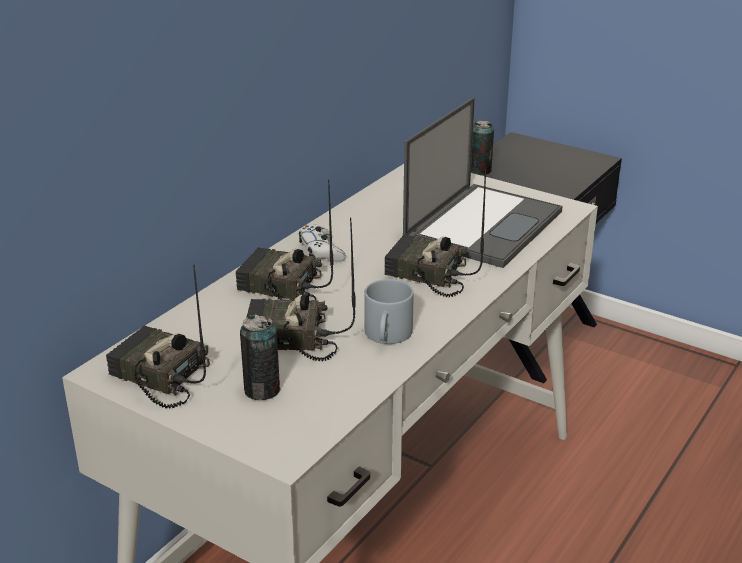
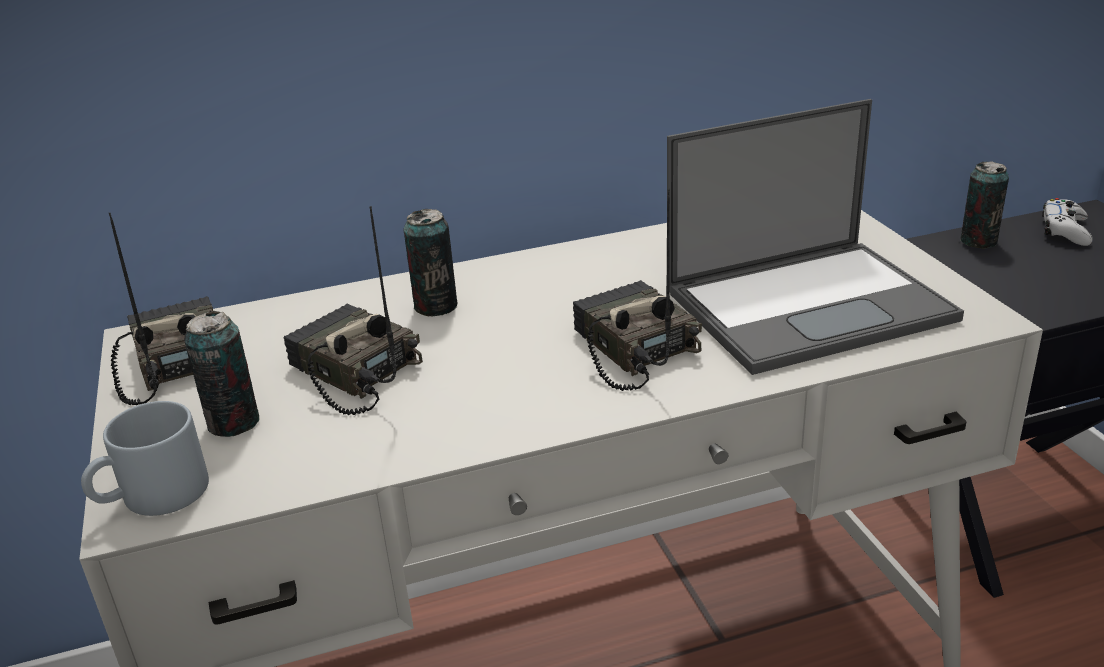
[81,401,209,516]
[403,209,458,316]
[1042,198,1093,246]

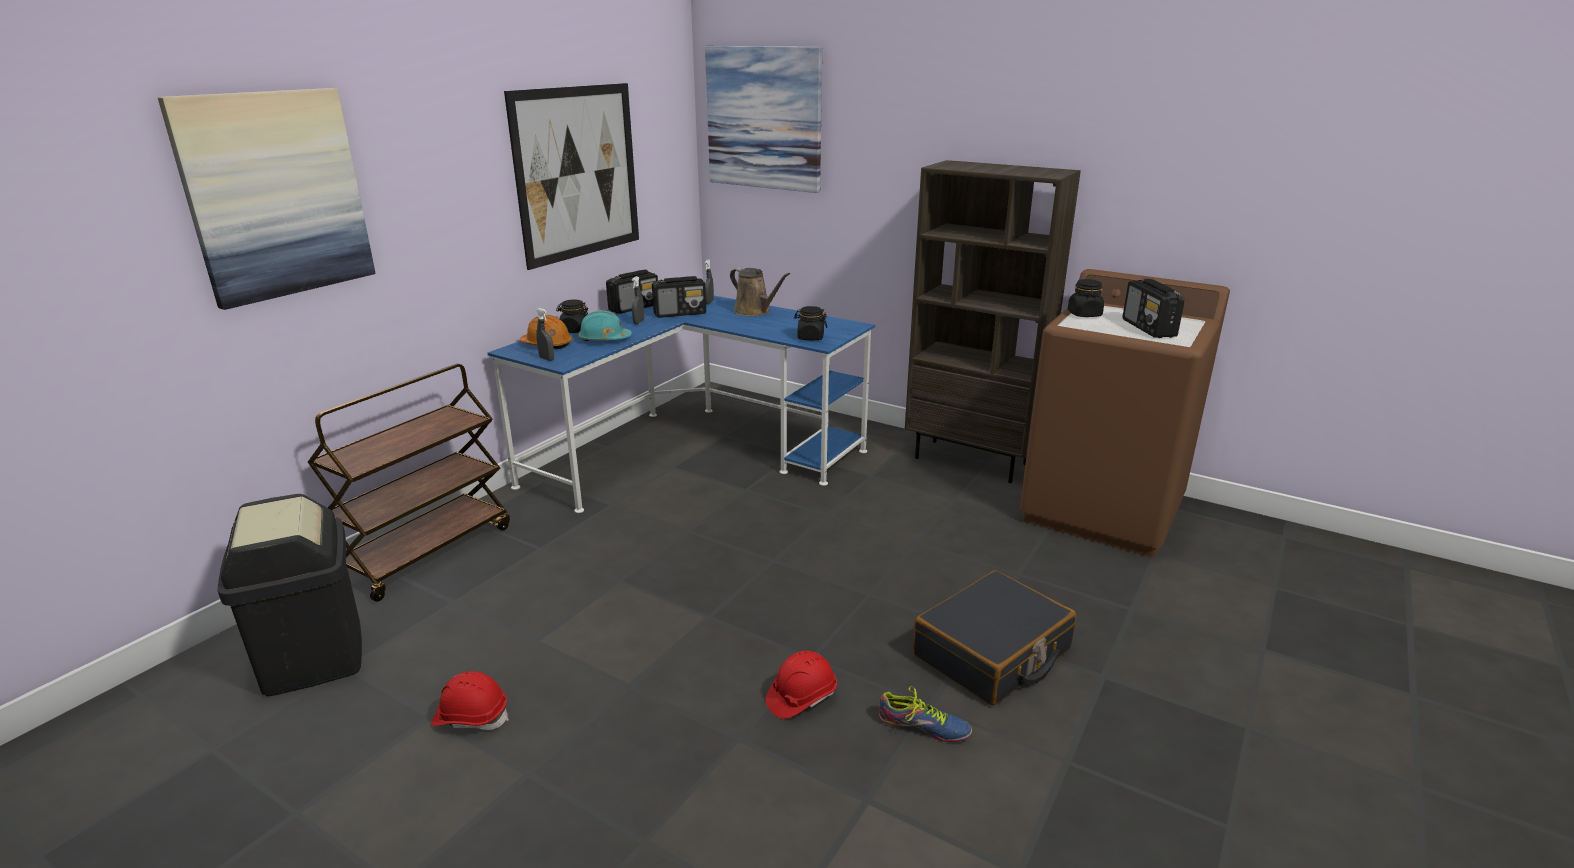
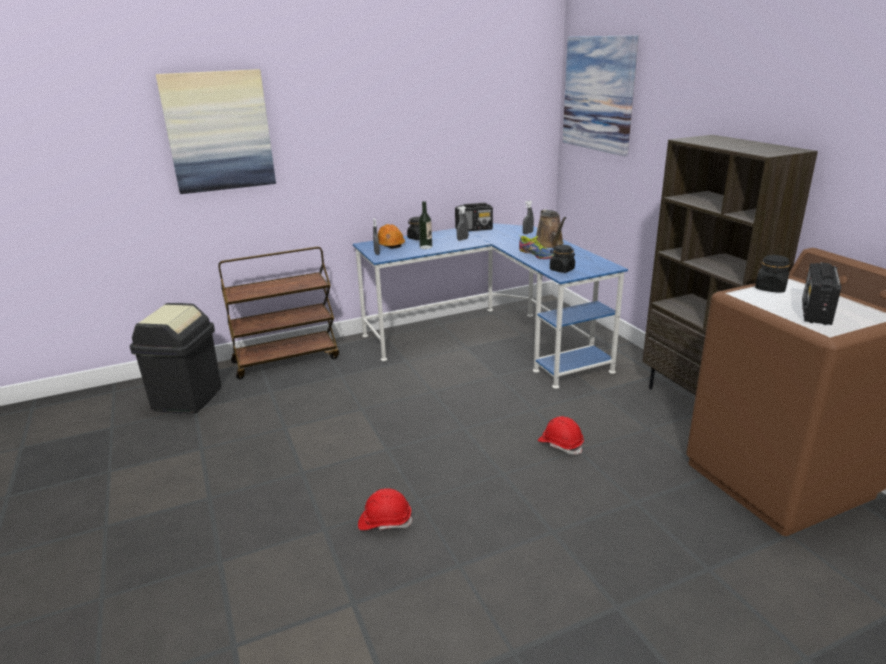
[419,201,432,249]
[519,236,554,259]
[538,416,584,455]
[504,83,639,270] (first image)
[652,276,706,318] (first image)
[913,570,1076,705] (first image)

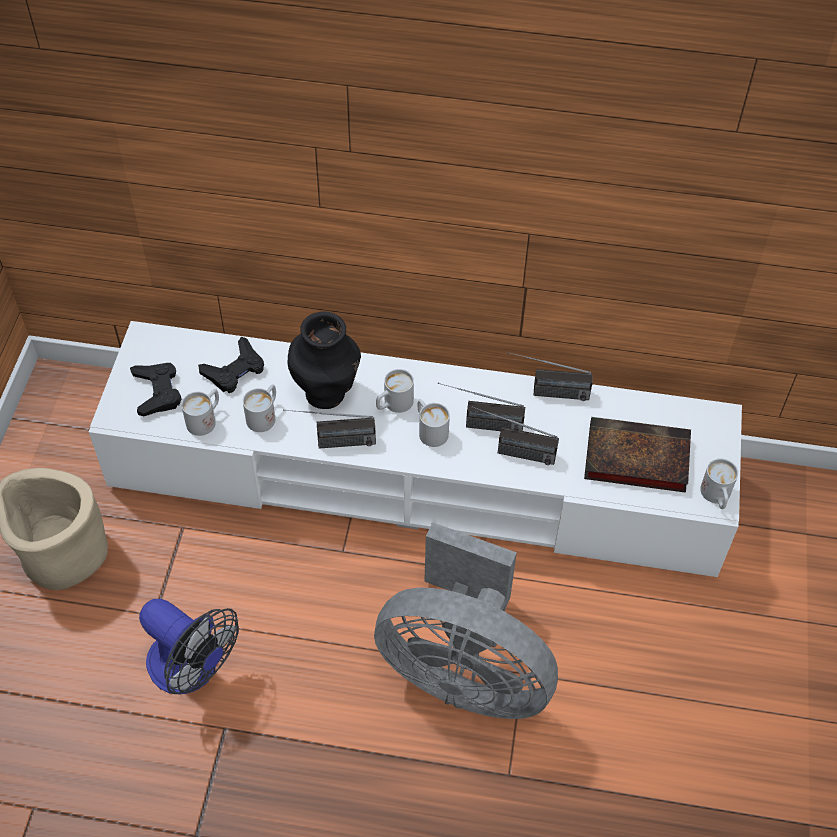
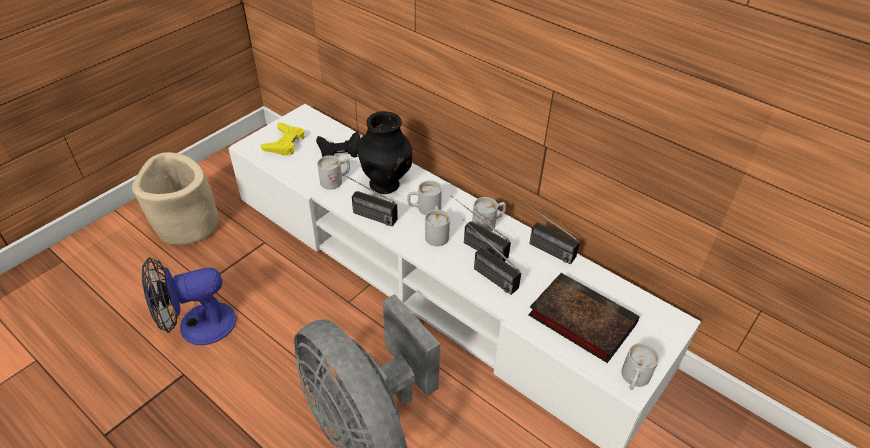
[142,257,236,345]
[261,123,305,155]
[472,197,506,232]

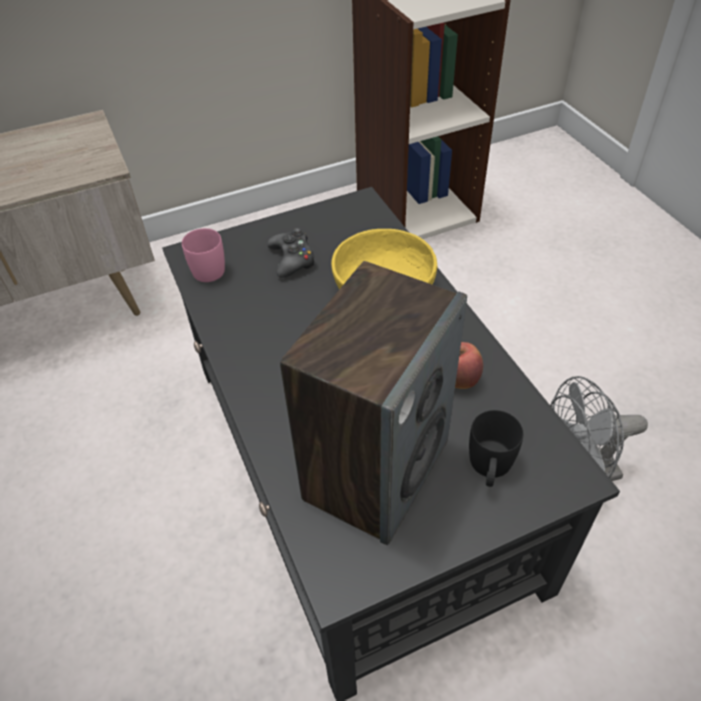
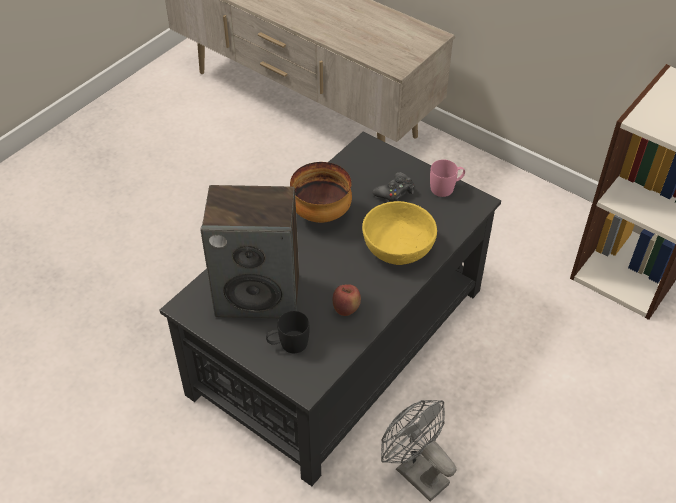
[290,162,352,223]
[430,160,465,197]

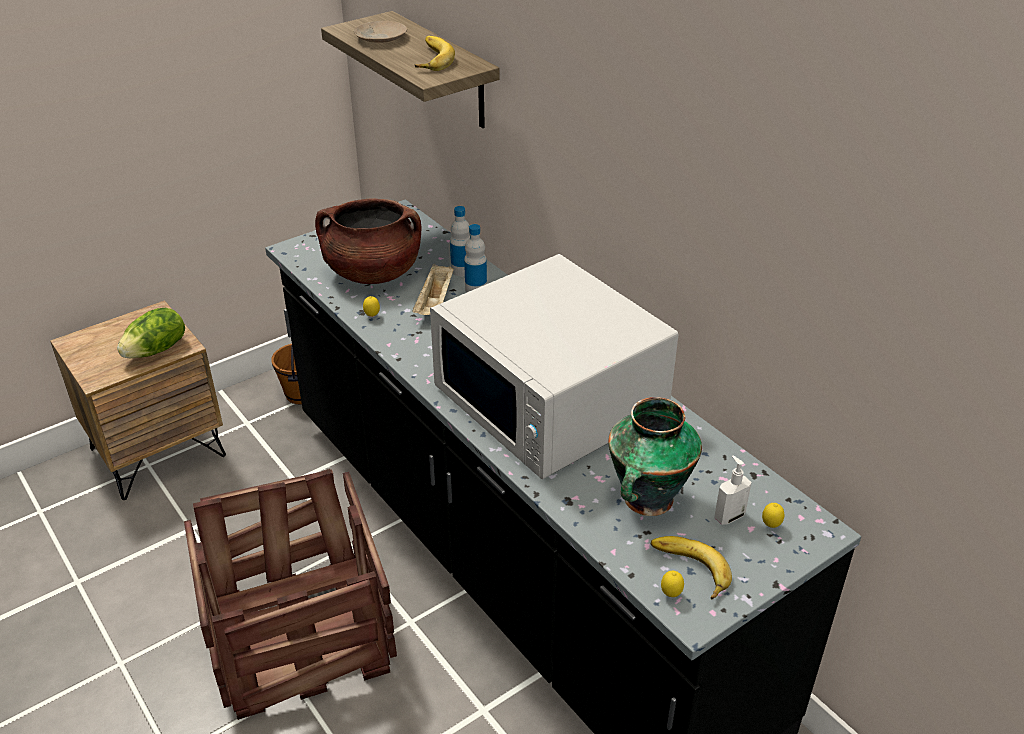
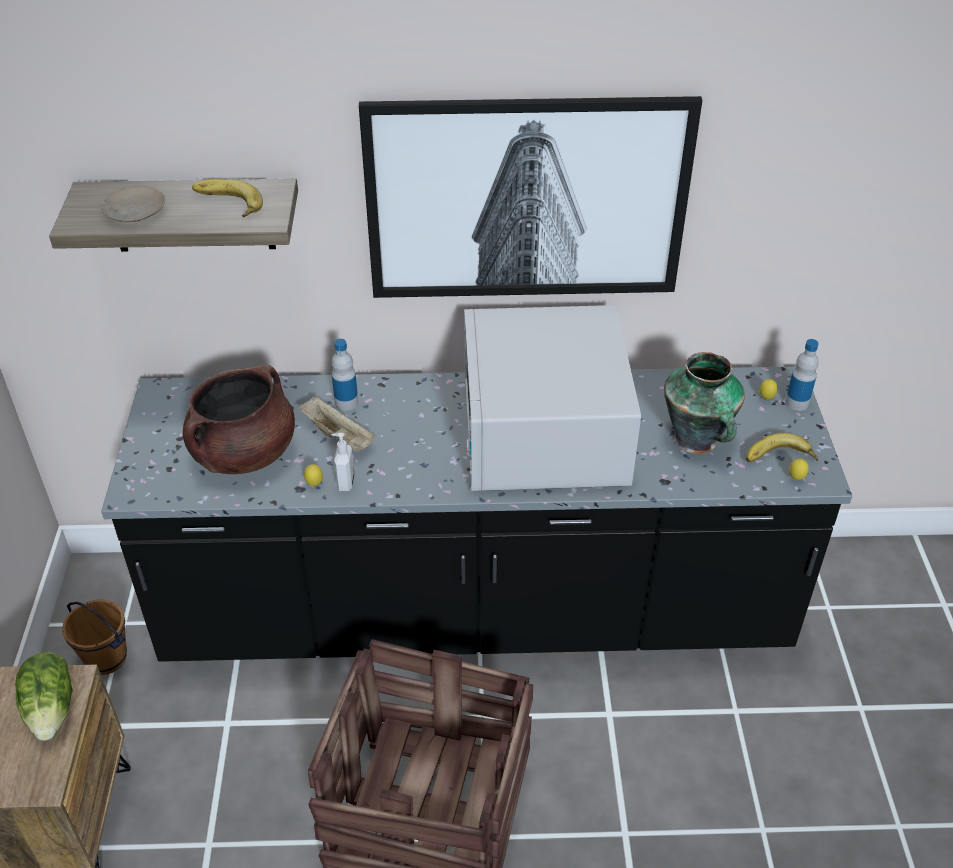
[331,433,355,491]
[359,96,702,298]
[464,305,641,491]
[785,339,819,411]

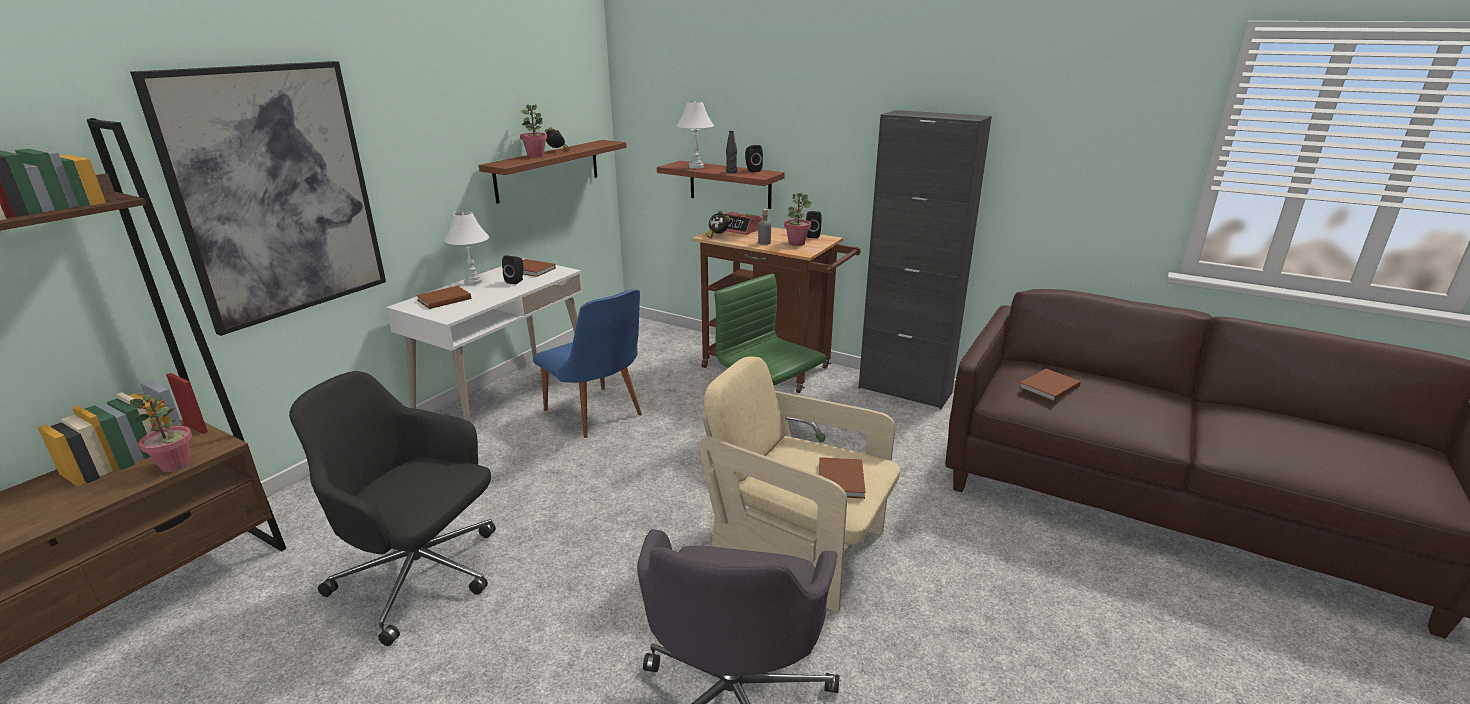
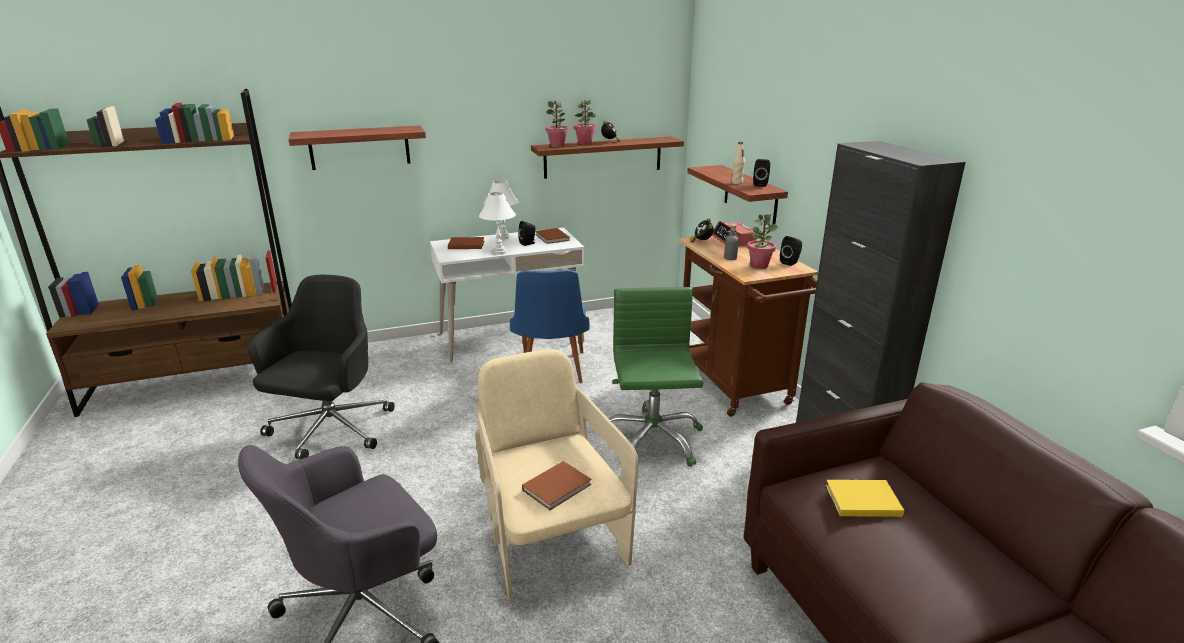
[248,275,395,459]
[288,126,426,170]
[479,192,516,255]
[546,101,569,147]
[732,142,745,184]
[826,480,904,517]

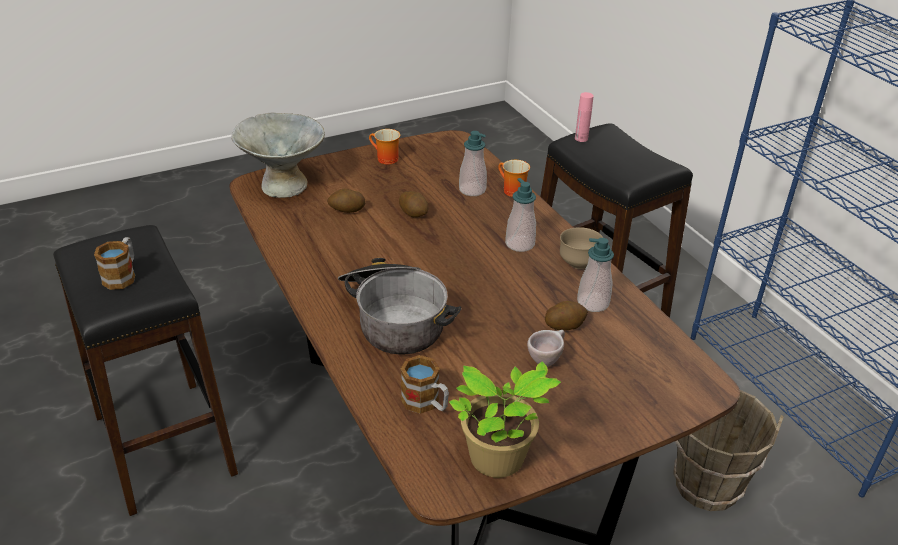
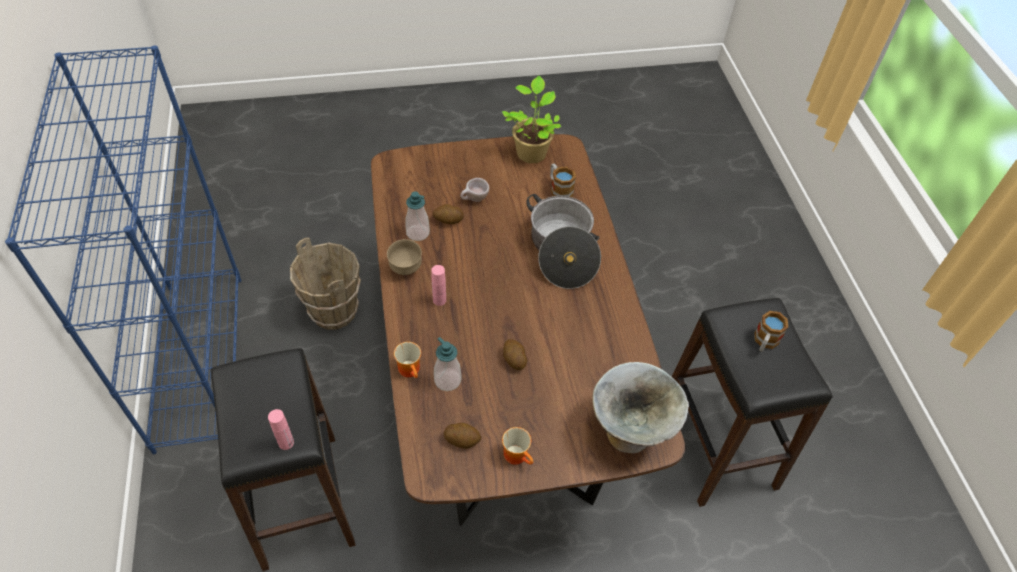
[431,265,446,306]
[444,423,481,449]

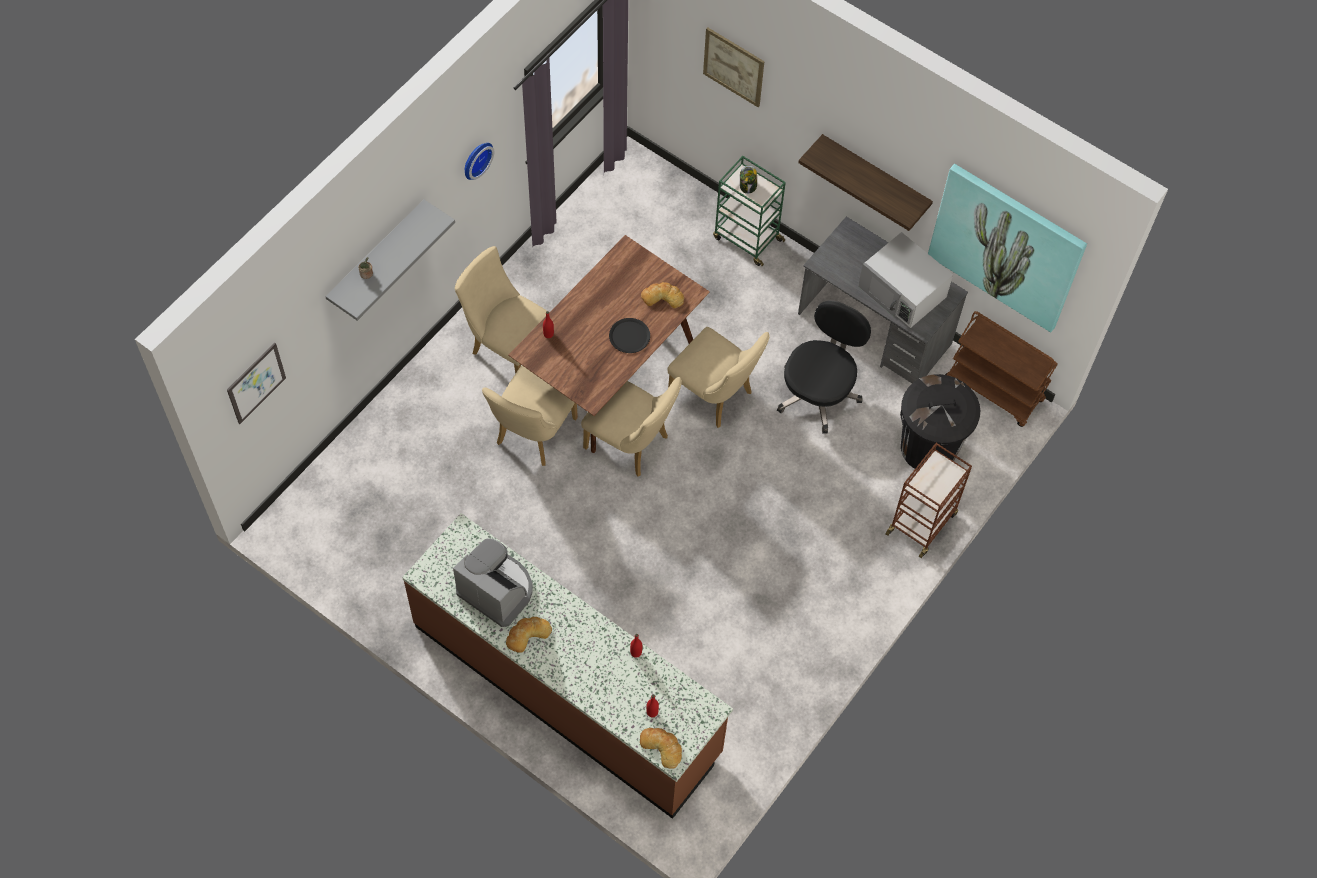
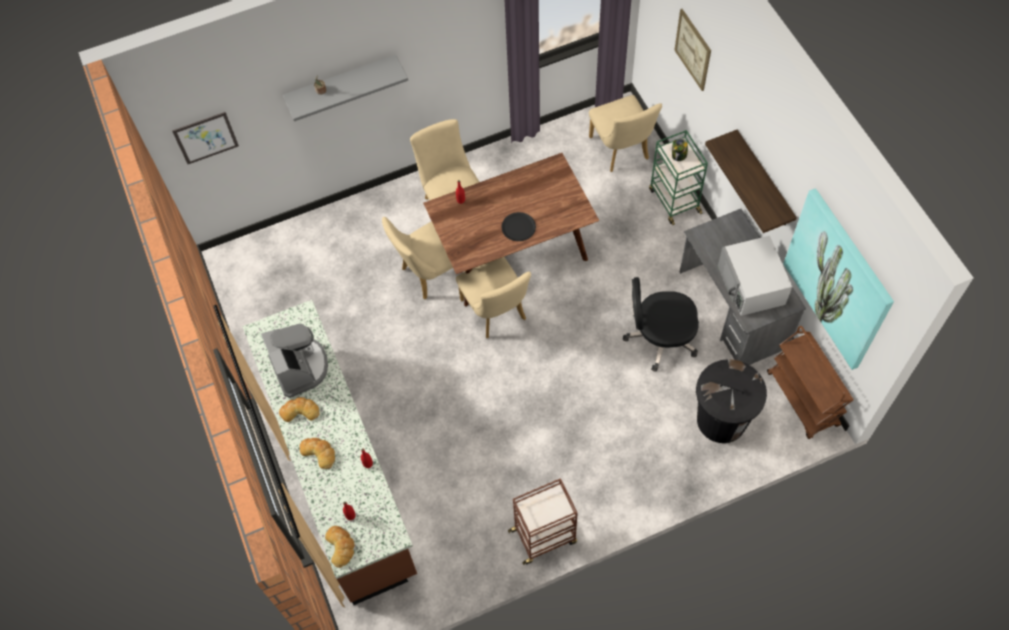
[300,438,335,469]
[508,478,578,565]
[589,95,662,172]
[623,277,699,372]
[465,143,494,180] (first image)

